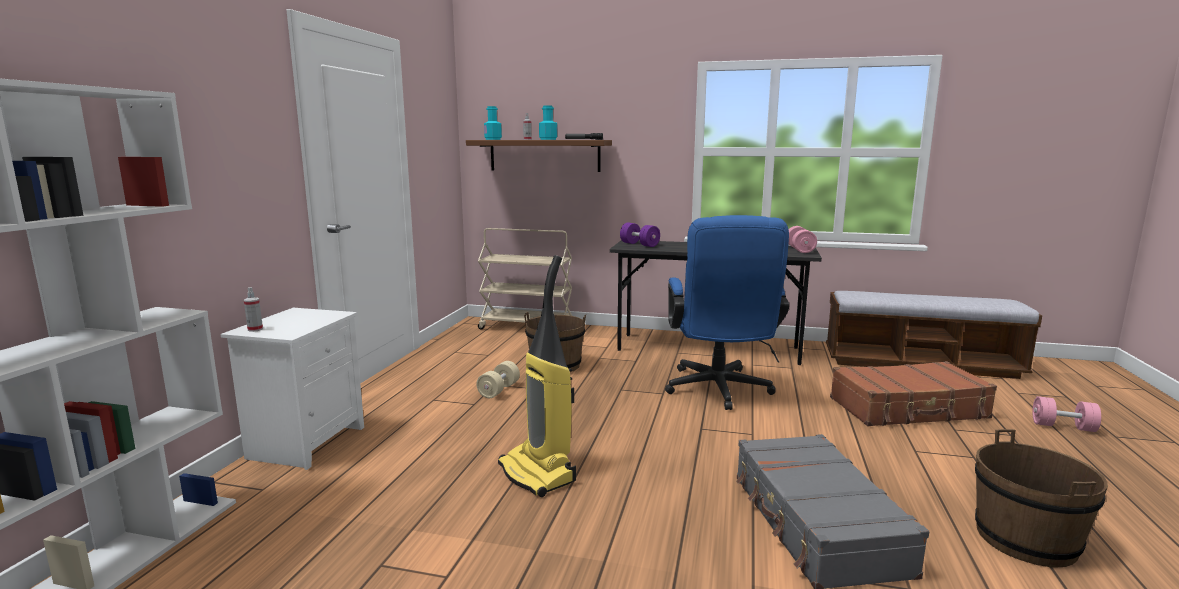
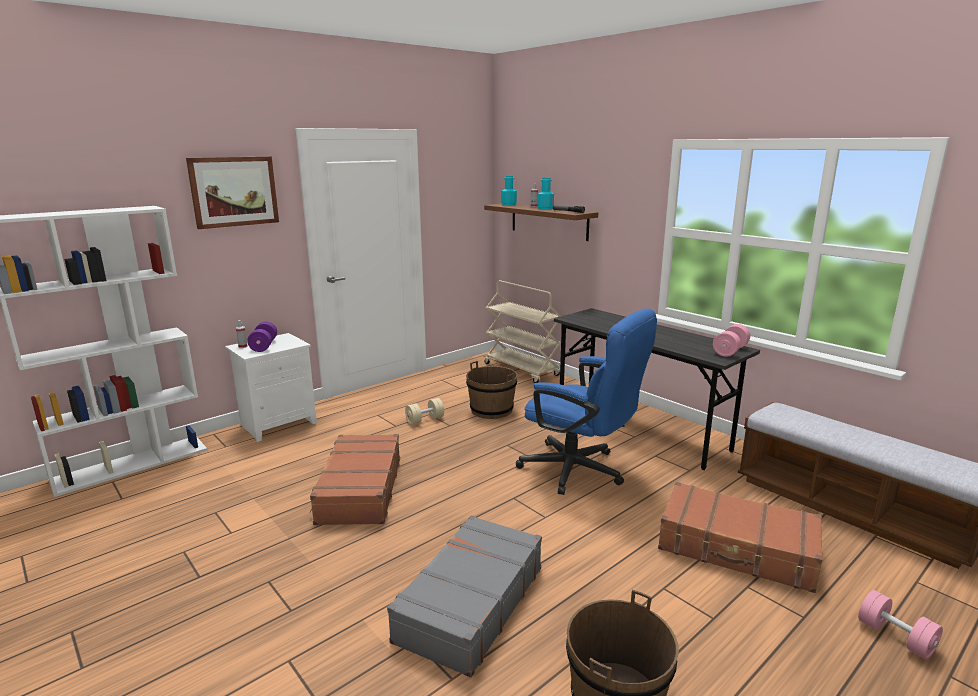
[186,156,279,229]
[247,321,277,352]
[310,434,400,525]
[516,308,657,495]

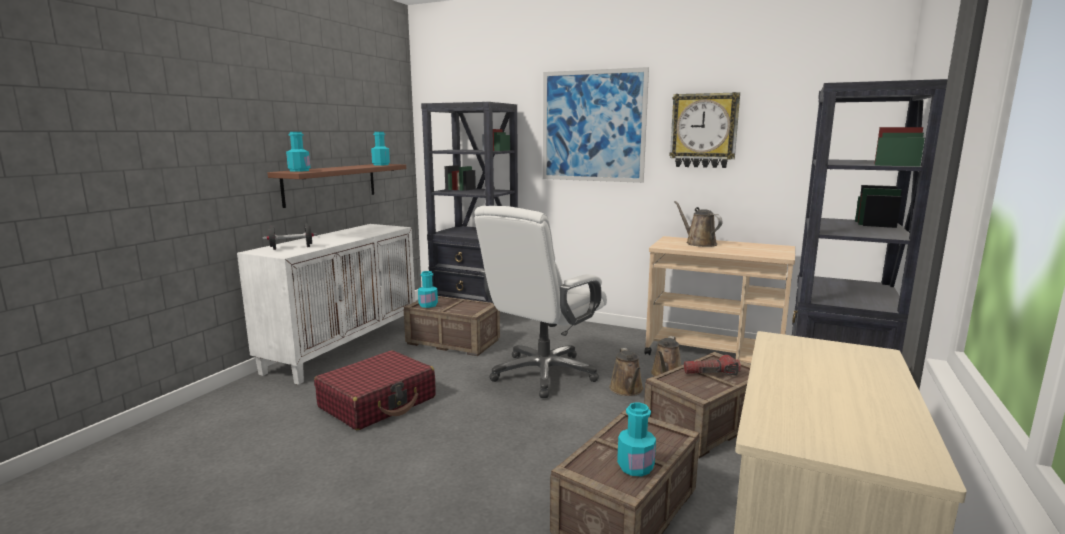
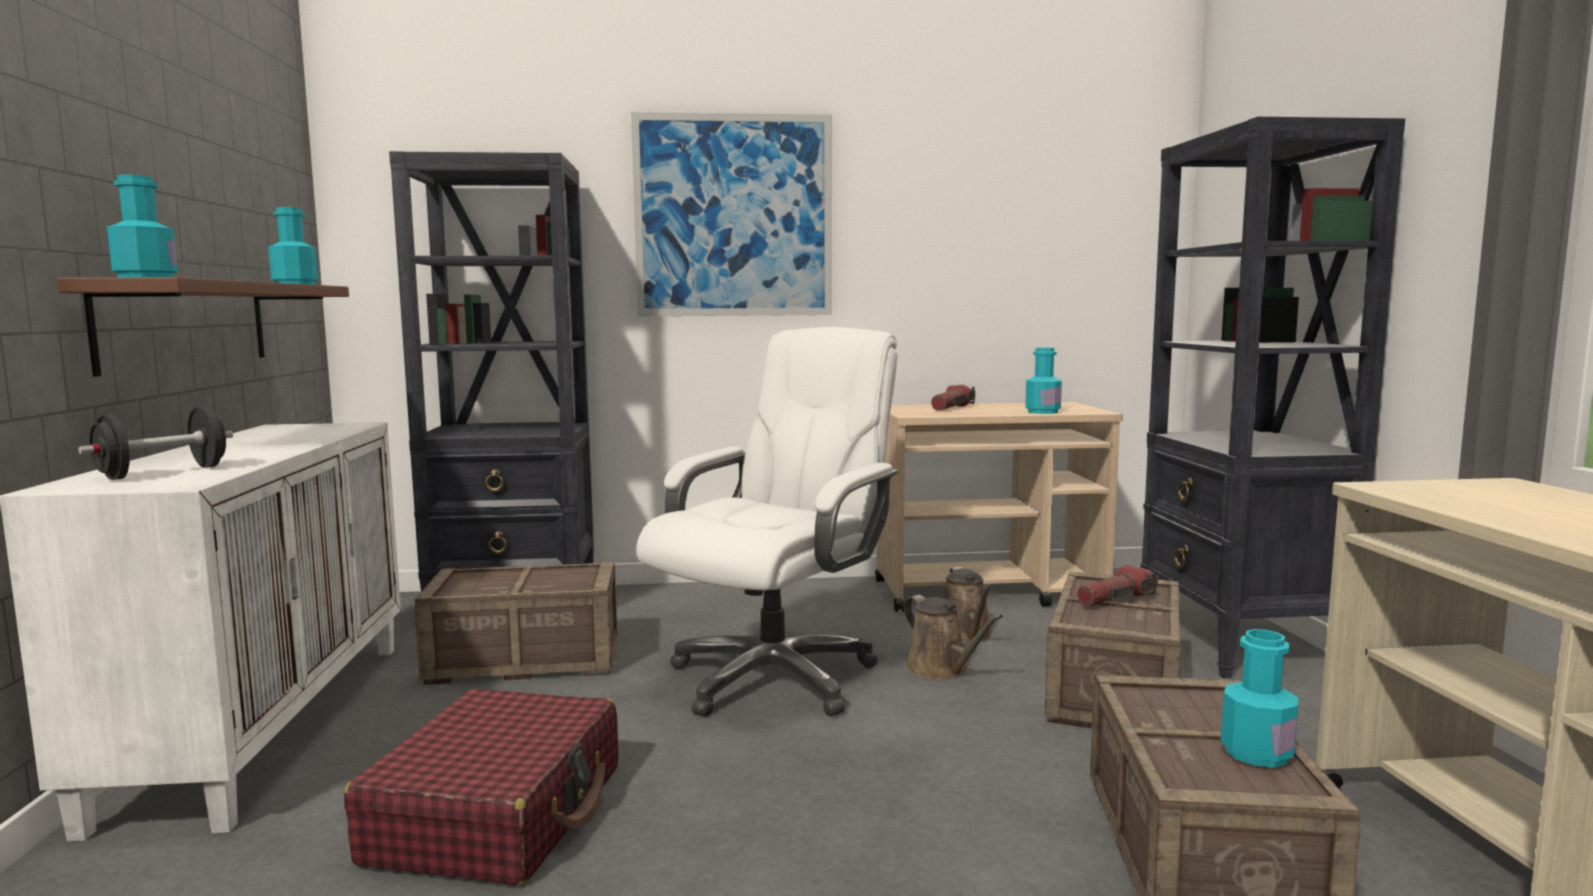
[636,327,899,717]
[931,385,975,411]
[1025,348,1062,414]
[669,92,740,168] (first image)

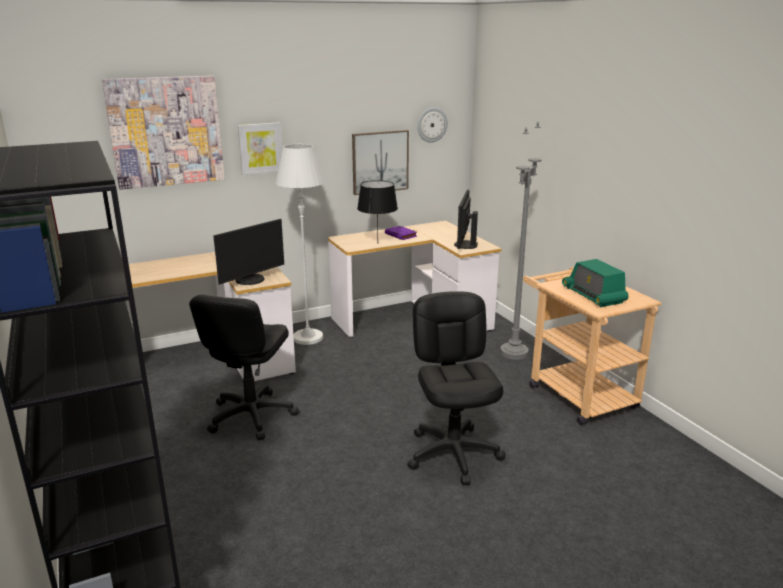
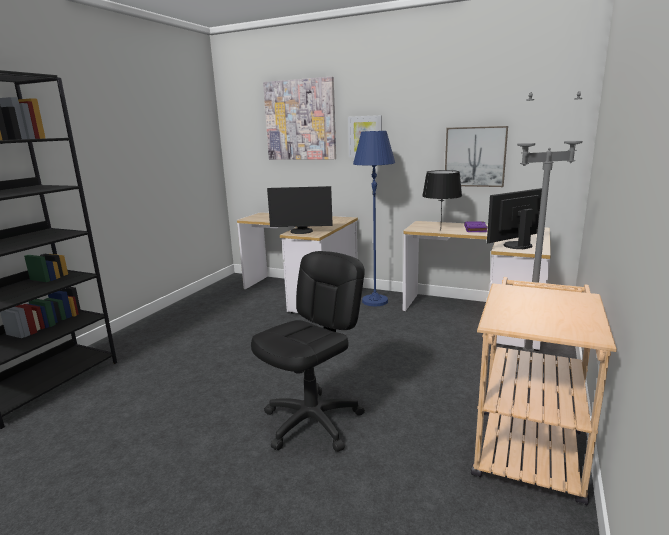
[353,131,395,306]
[189,295,299,440] (first image)
[417,107,448,143] (first image)
[562,259,629,307] (first image)

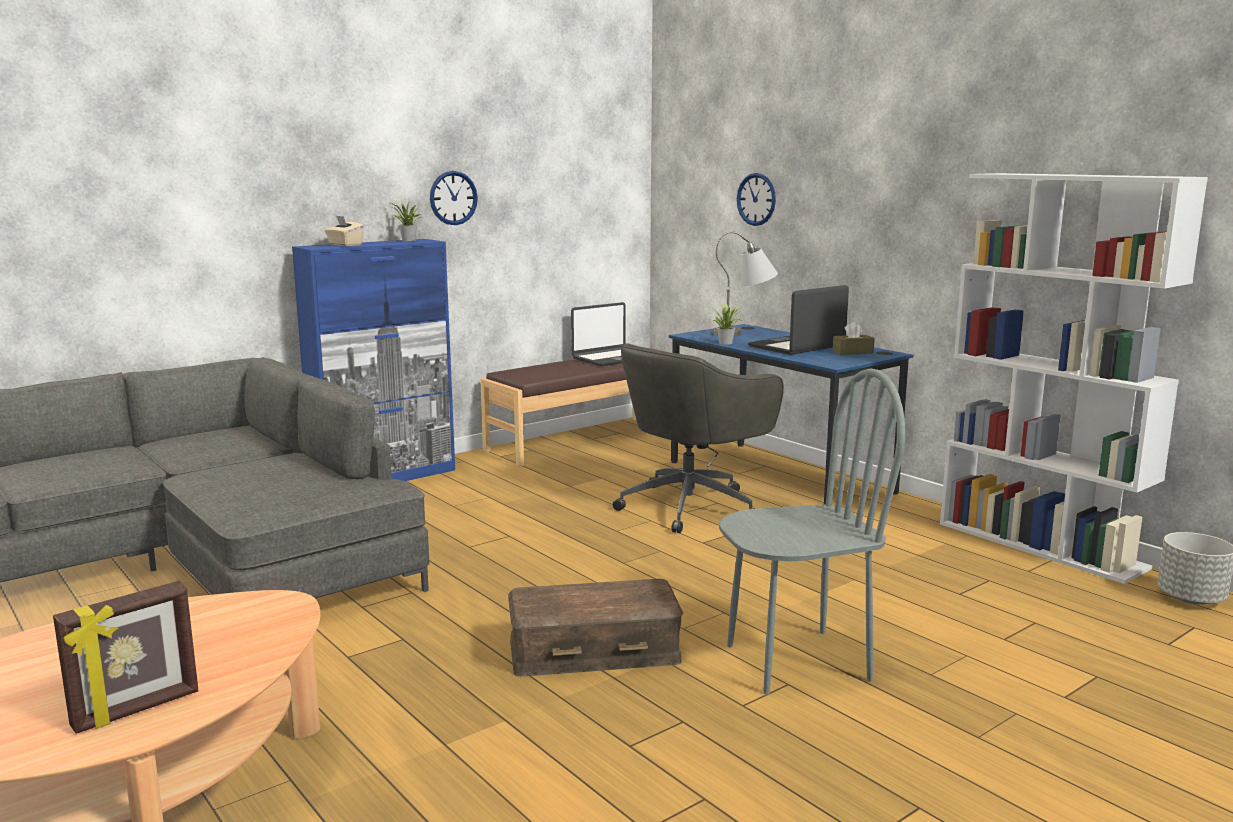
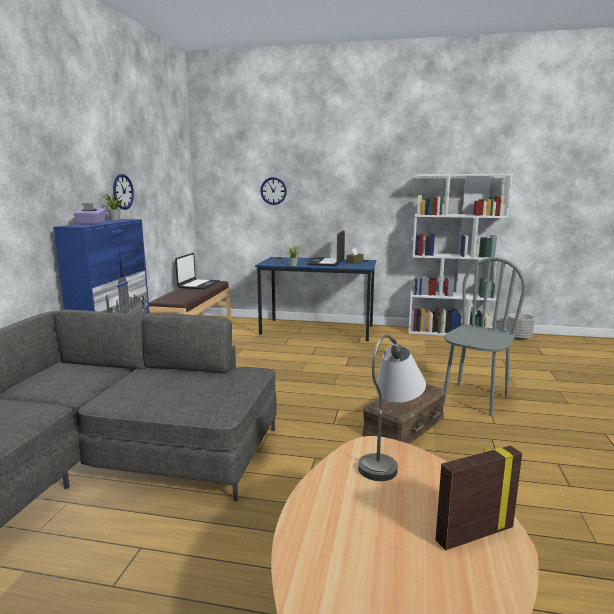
[73,203,106,225]
[358,335,426,481]
[435,446,522,550]
[613,343,784,533] (first image)

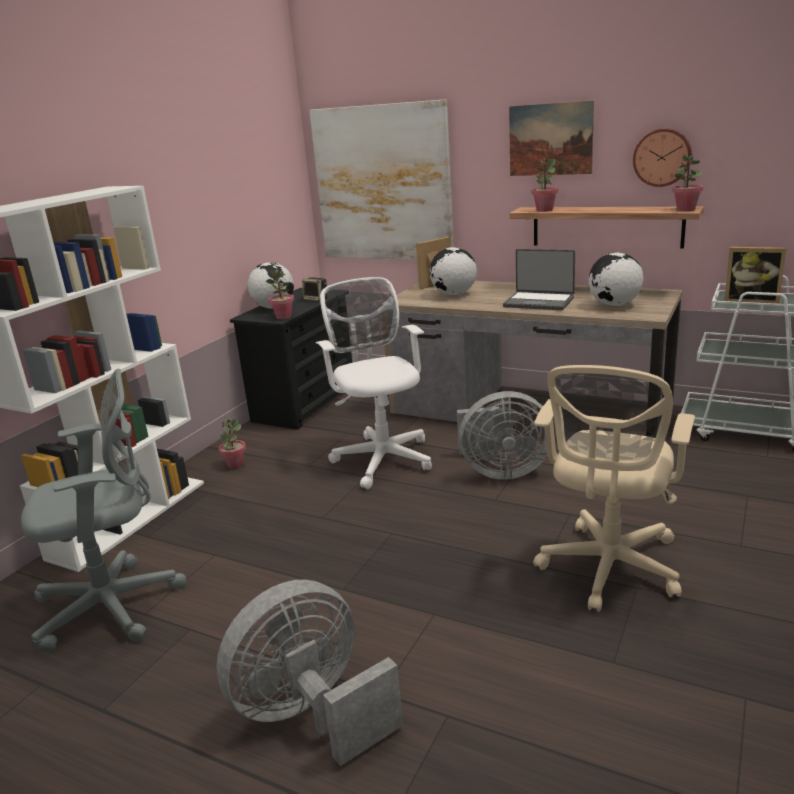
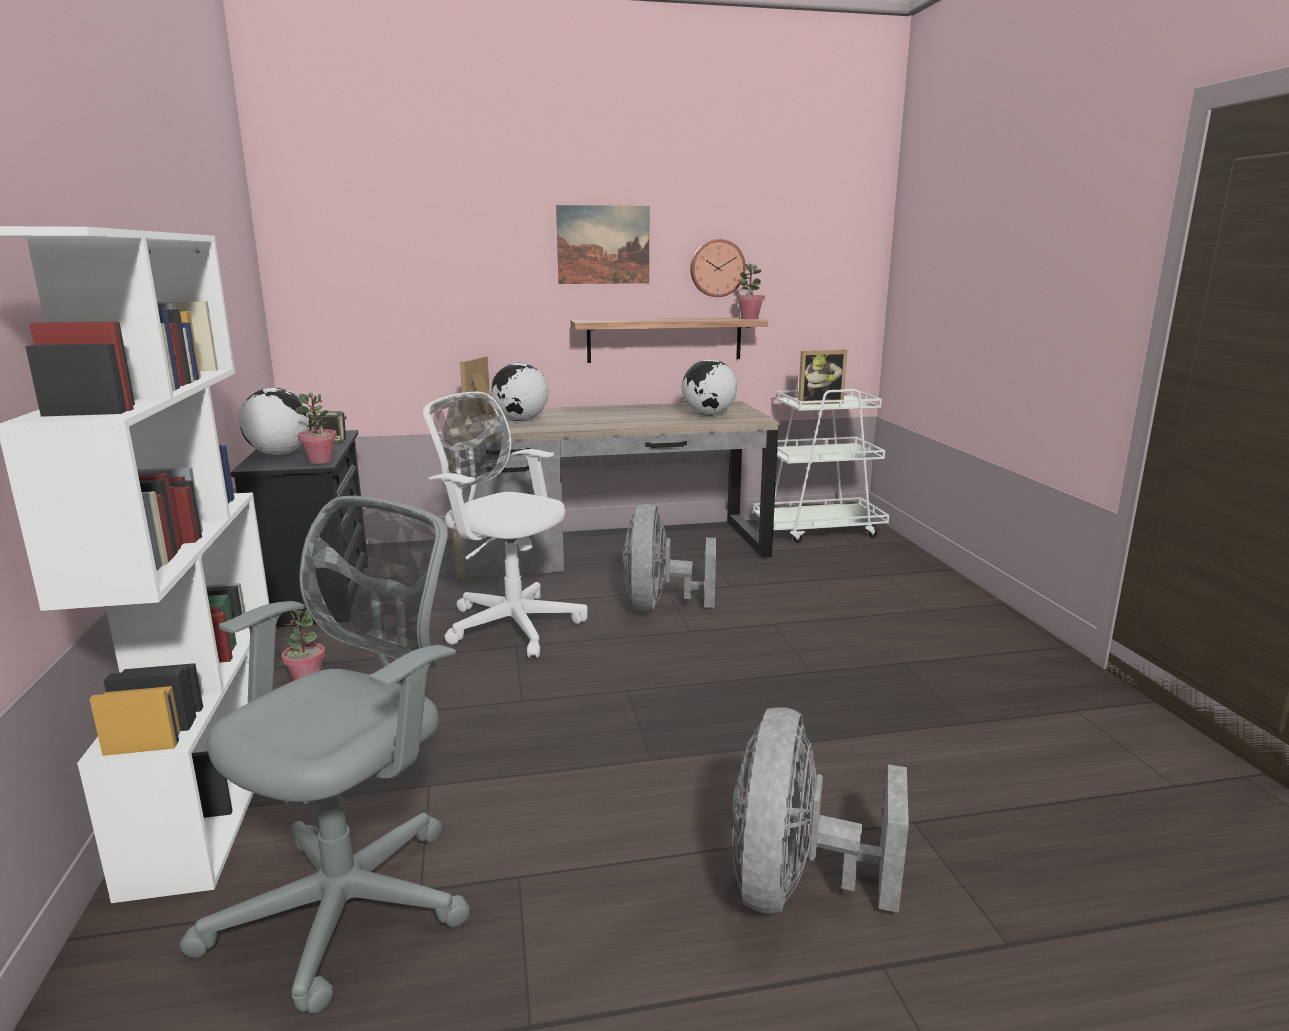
[623,504,716,612]
[309,99,454,260] (first image)
[503,249,575,310] (first image)
[532,159,558,212] (first image)
[533,365,695,612] (first image)

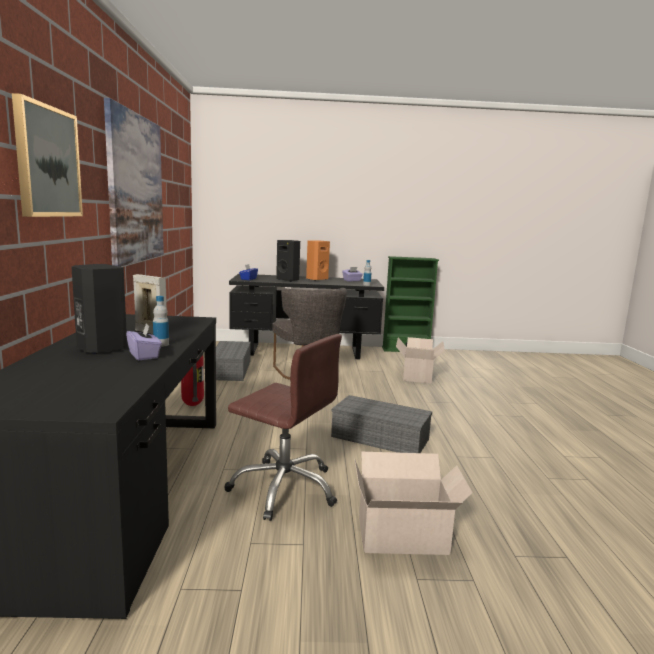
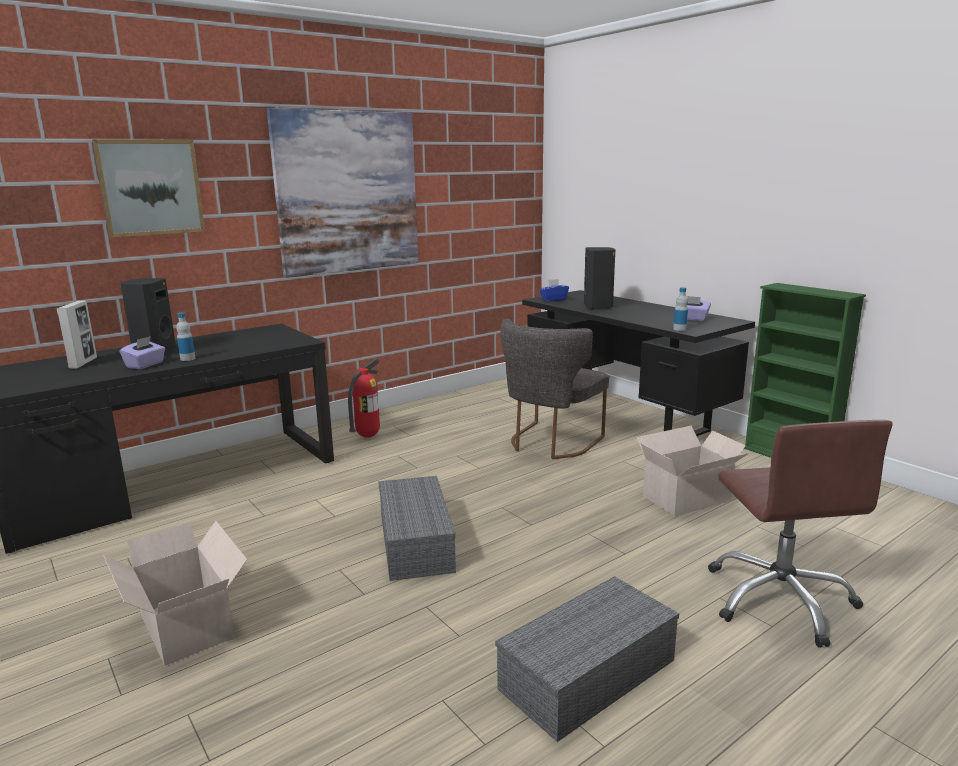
[57,300,97,369]
[495,576,679,742]
[708,420,893,648]
[306,240,330,281] (first image)

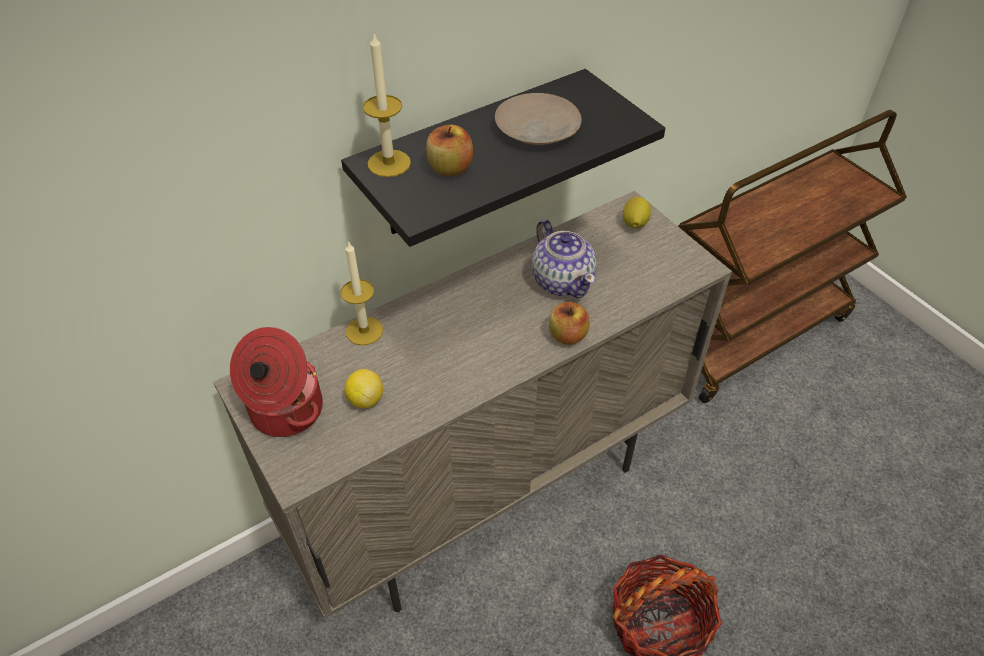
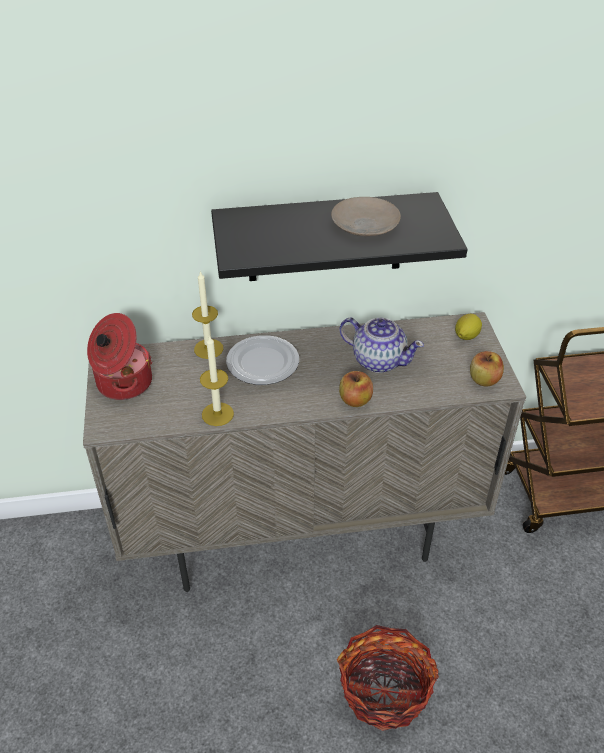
[200,335,234,426]
[226,335,299,385]
[339,317,424,373]
[470,351,504,387]
[344,369,383,408] (first image)

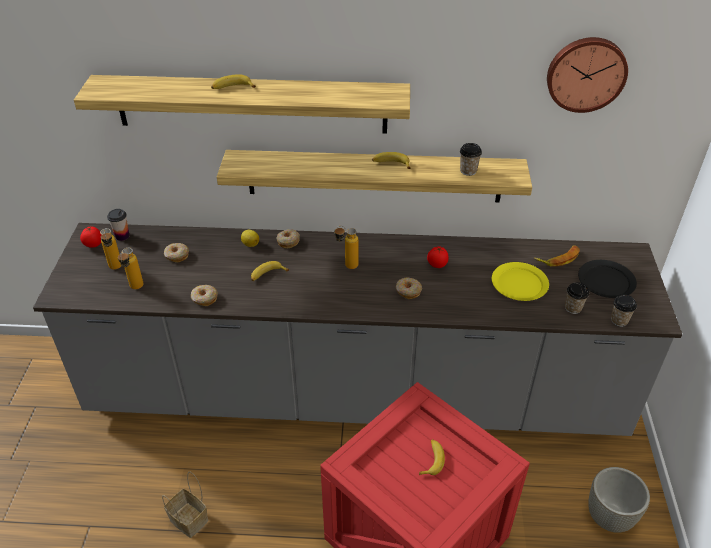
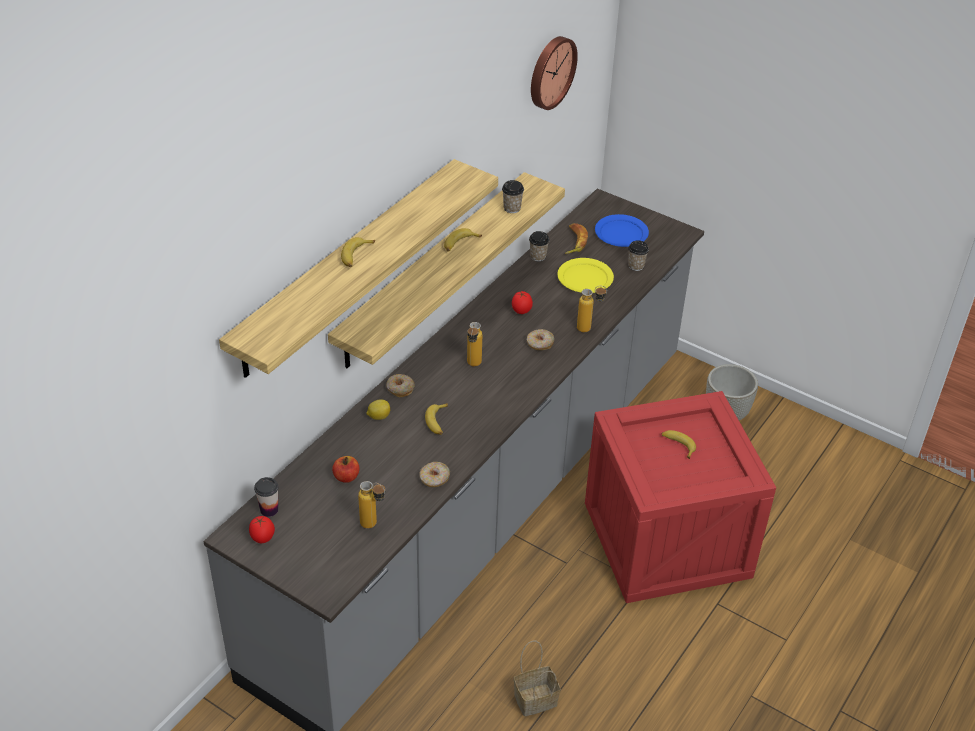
[332,456,360,483]
[529,231,550,262]
[577,286,607,332]
[595,214,649,247]

